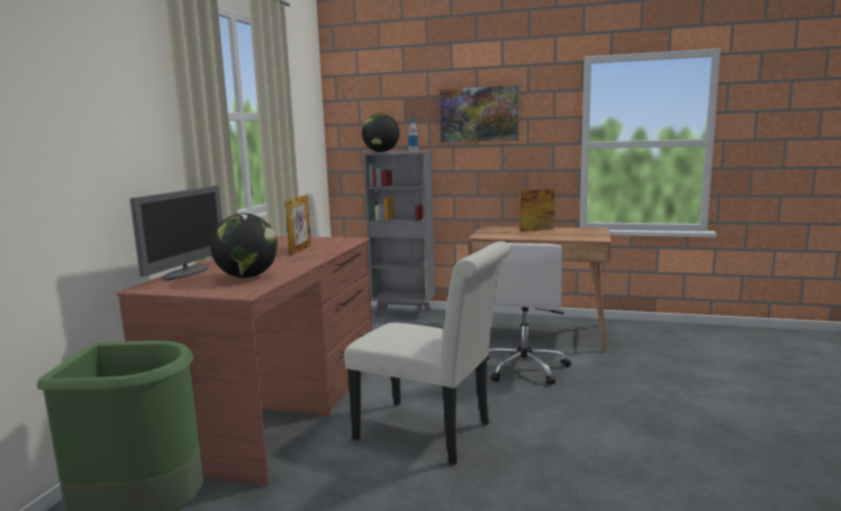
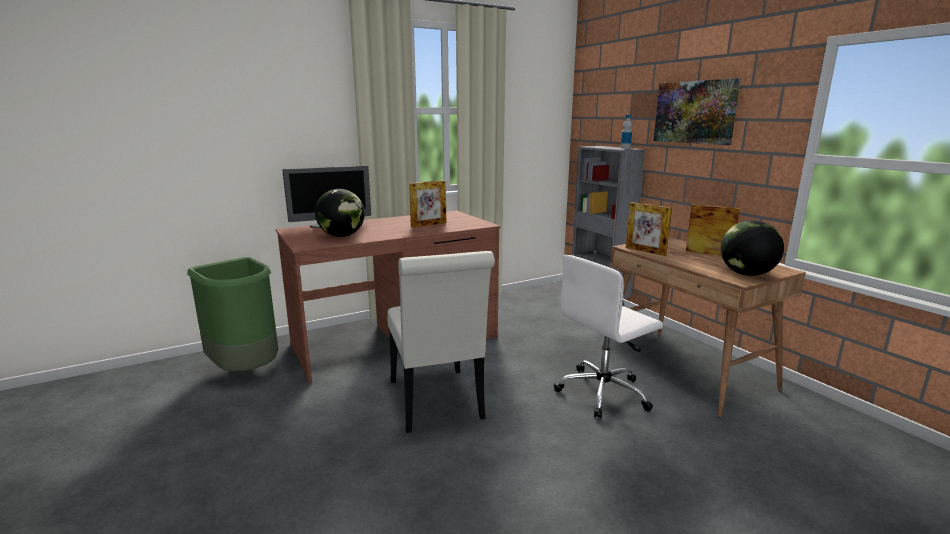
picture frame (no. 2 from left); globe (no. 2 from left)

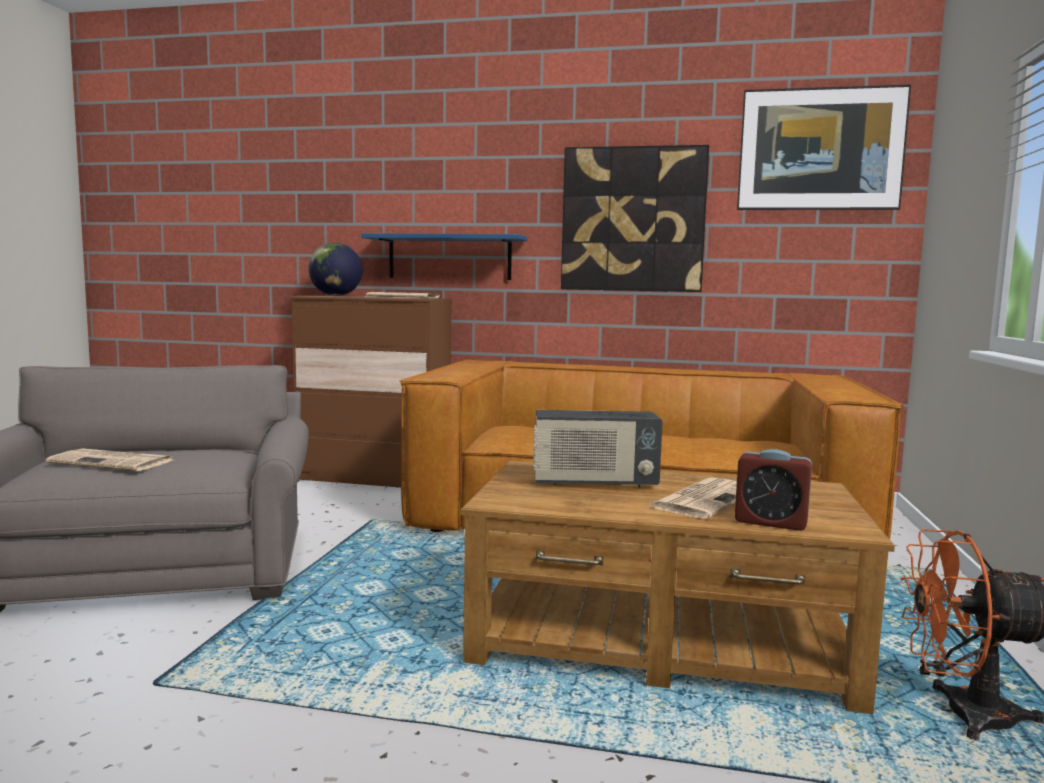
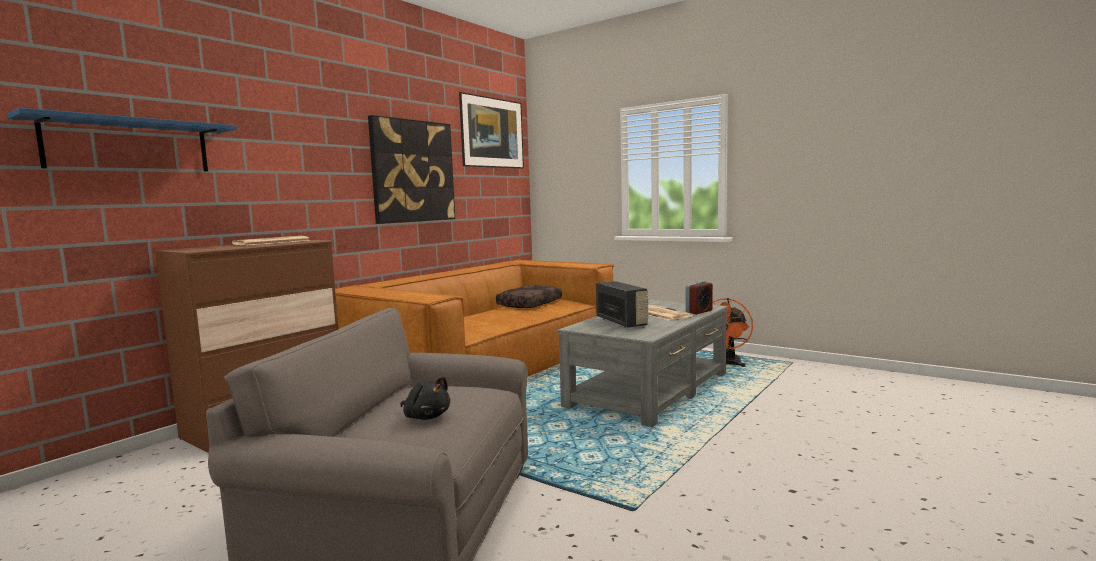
globe; brown pillow; blue shelf; black plush toy; grey coffee table; radio

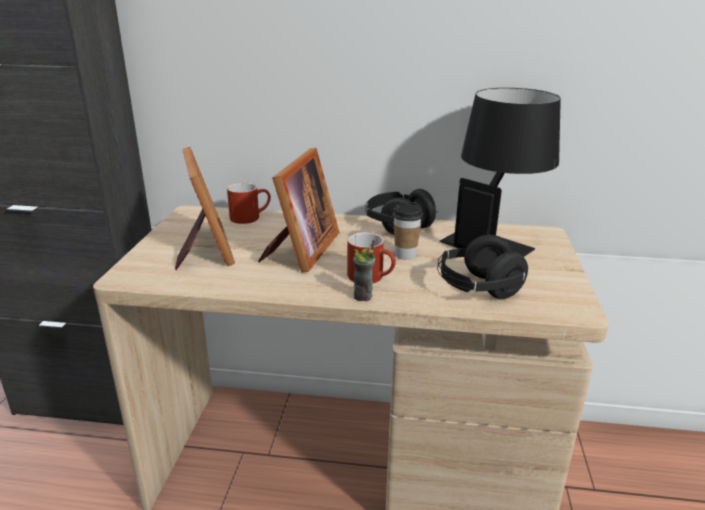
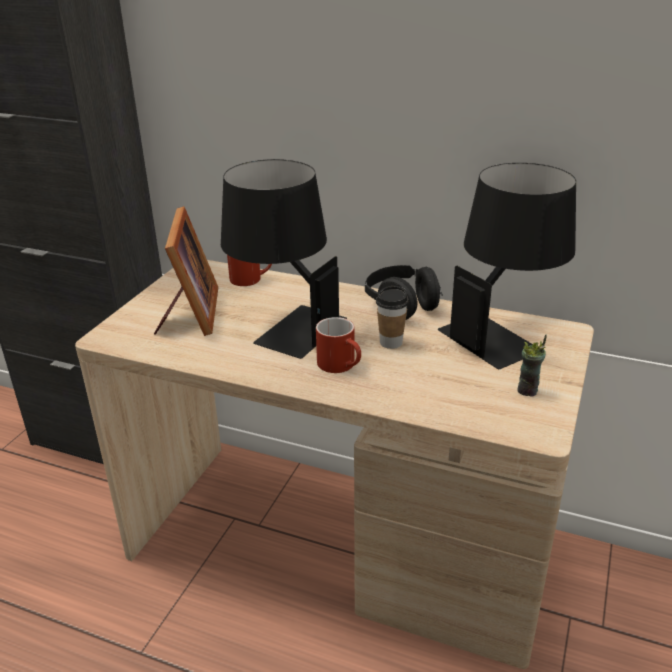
black headphones (no. 2 from left in the first image); cup (no. 2 from left); black table lamp (no. 1 from left)

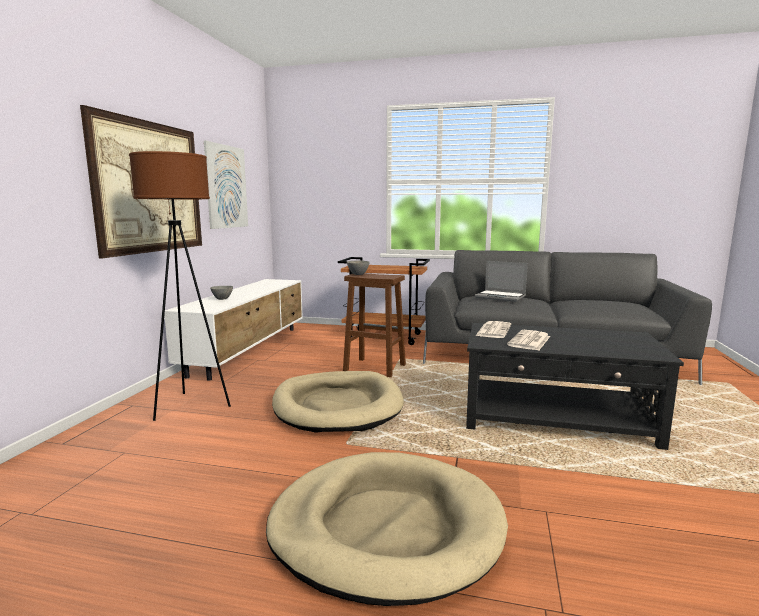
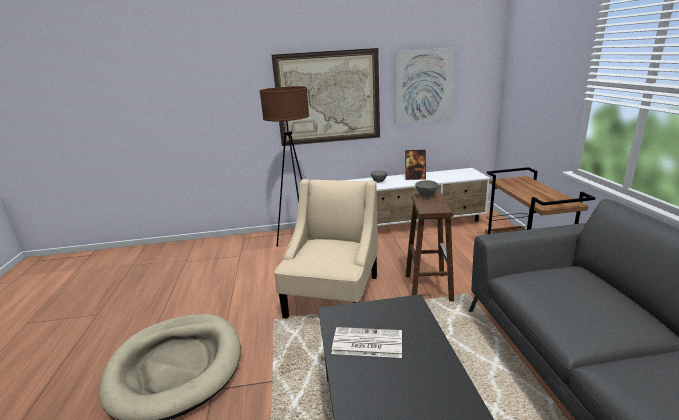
laptop; newspaper (no. 1 from left in the first image); picture frame; beige armchair

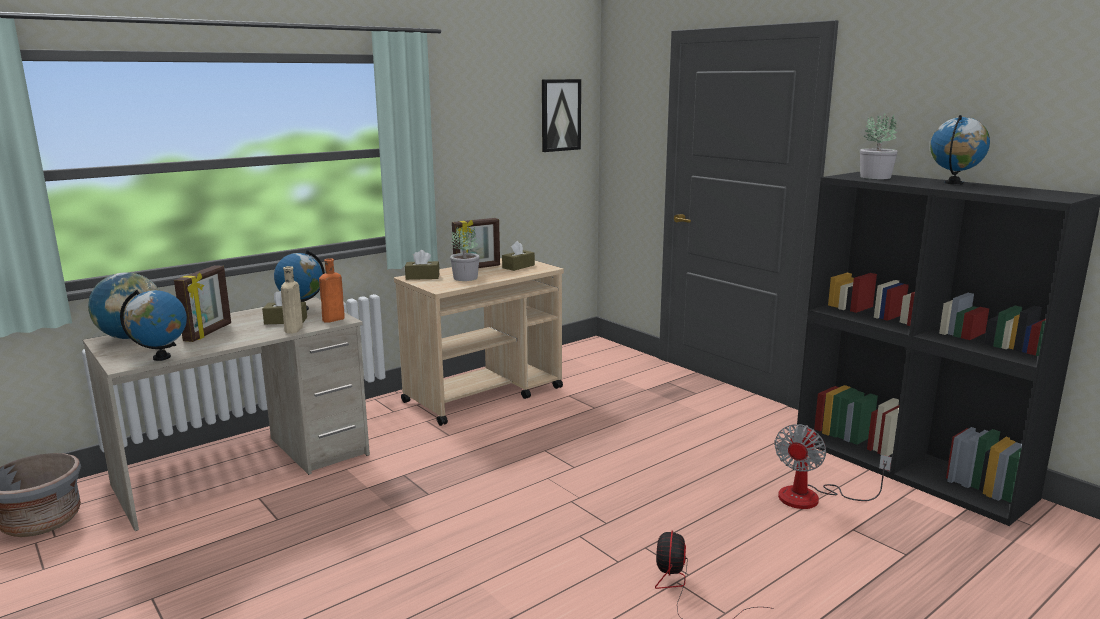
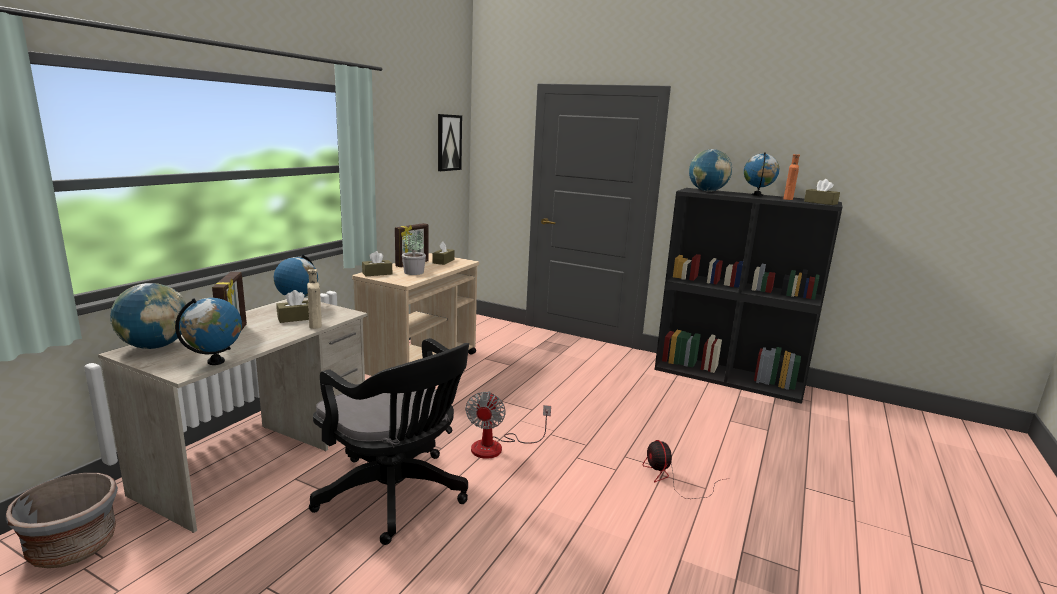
black office chair; brown tissue box (no. 4 from left); orange bottle; fan (no. 1 from left); globe (no. 4 from left)

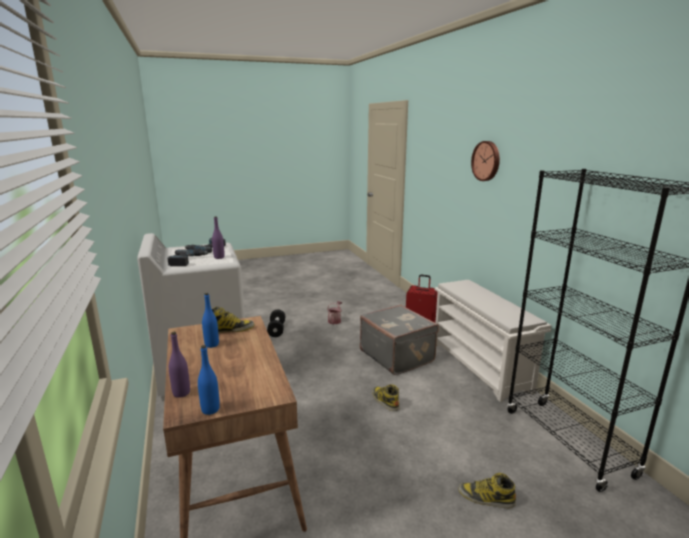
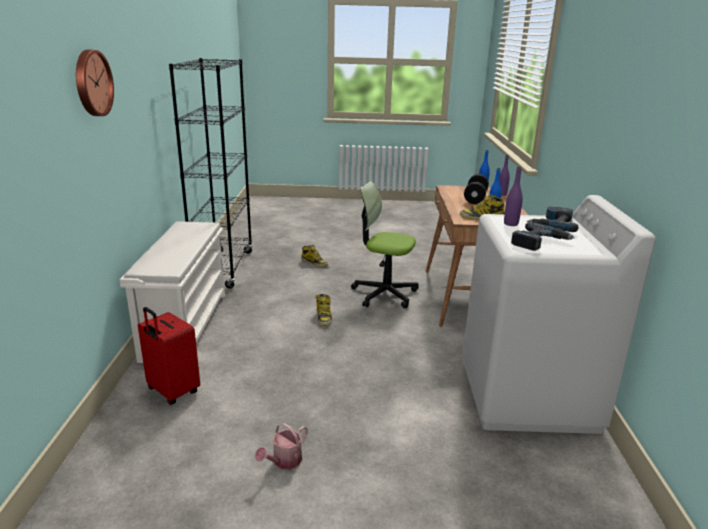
grey suitcase; office chair; black dumbbell

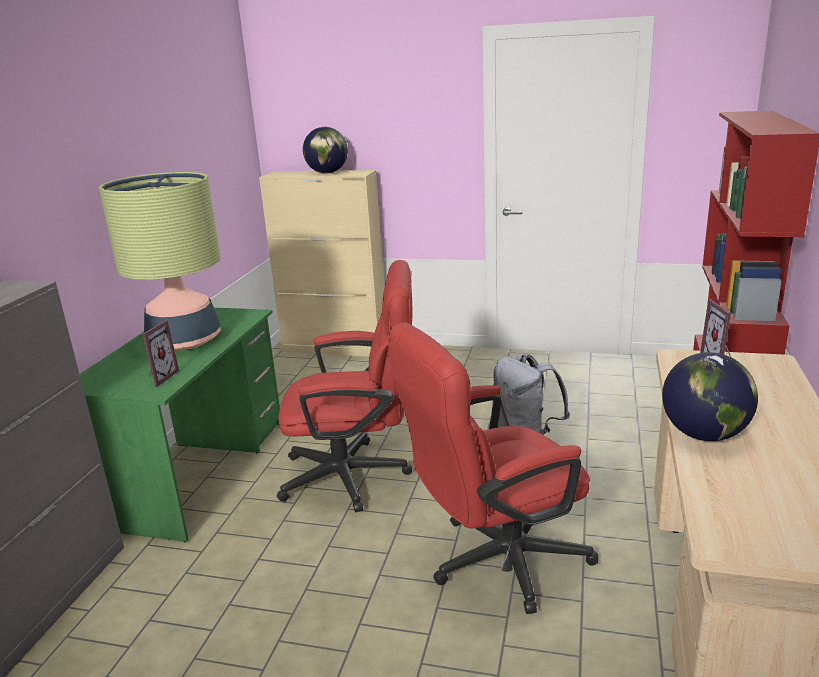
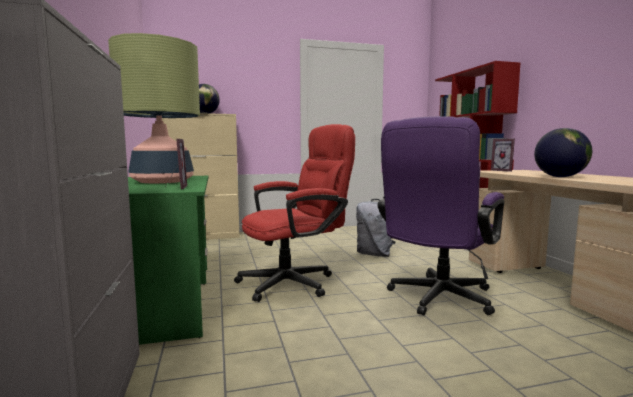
purple office chair

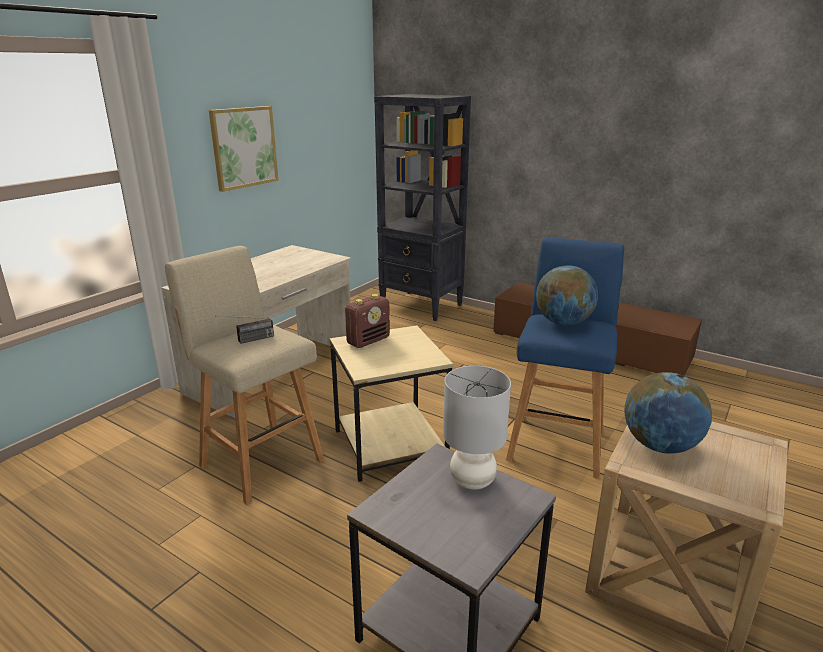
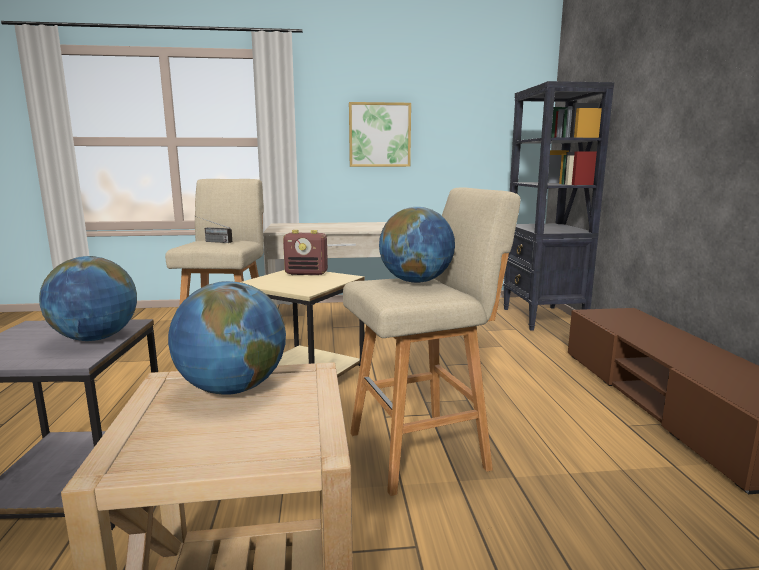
globe (no. 1 from left); beige stool (no. 2 from left)

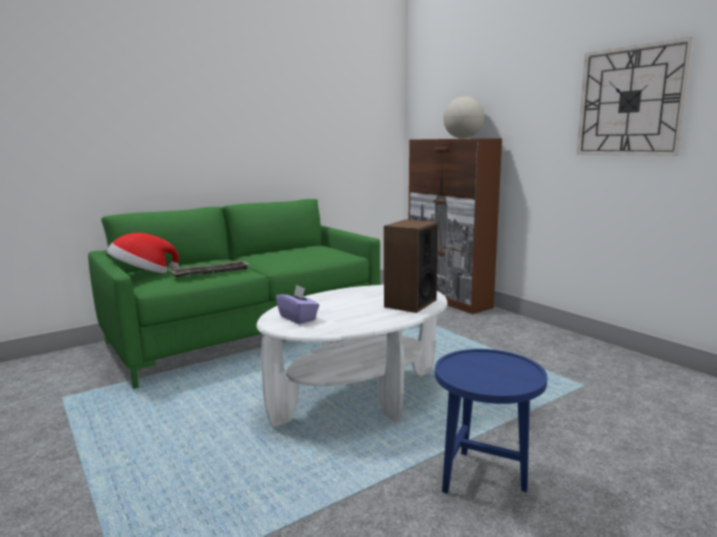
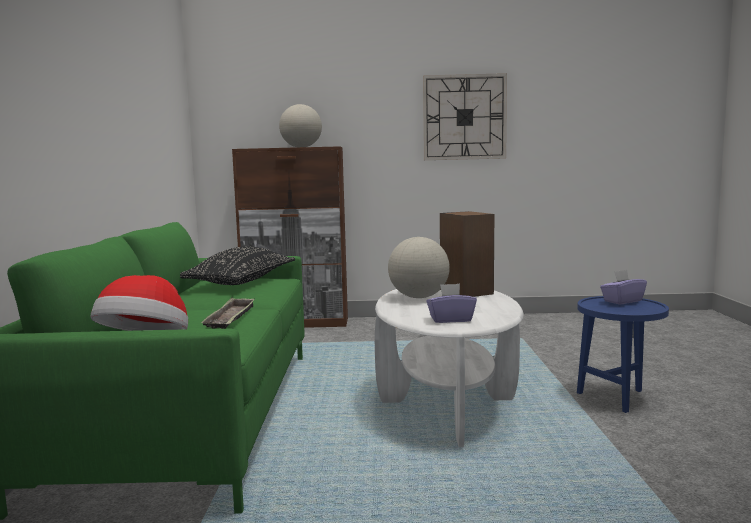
black pillow; globe (no. 2 from left); purple tissue box (no. 2 from left)

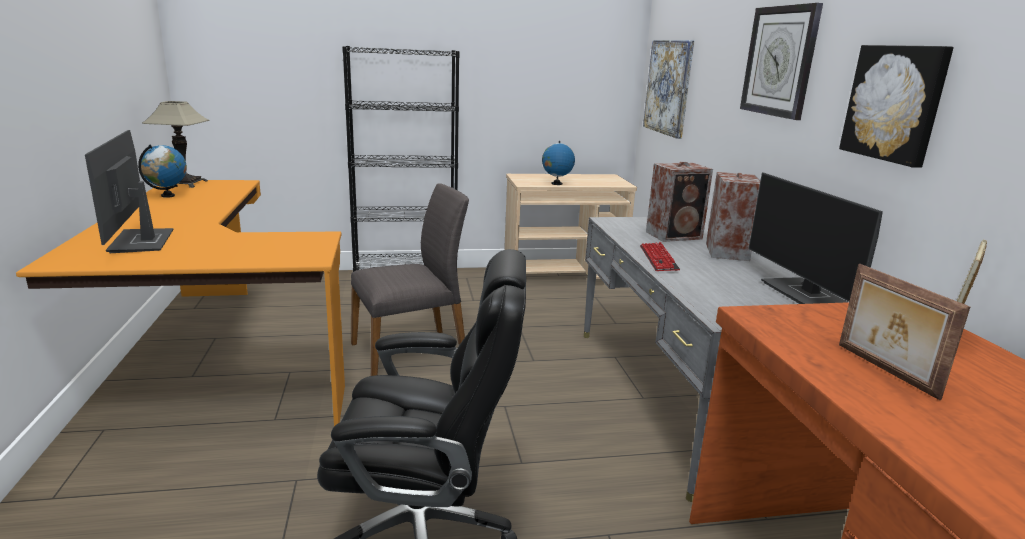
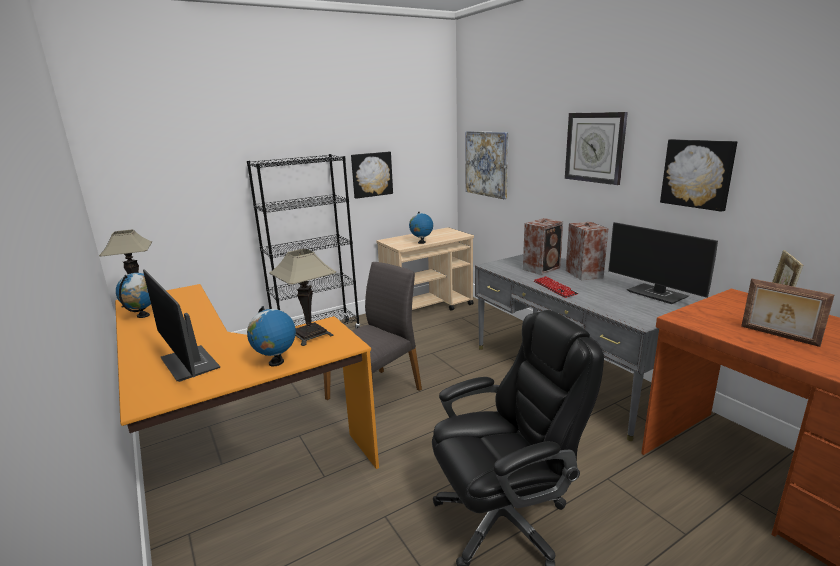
globe (no. 2 from left); table lamp (no. 2 from left); picture (no. 1 from left)

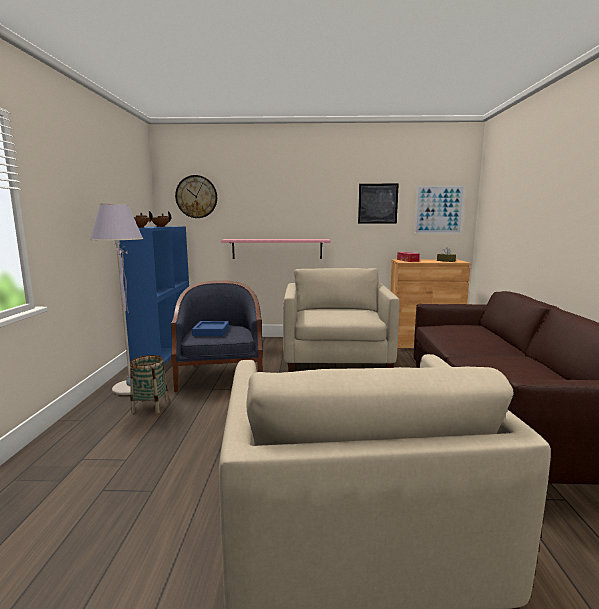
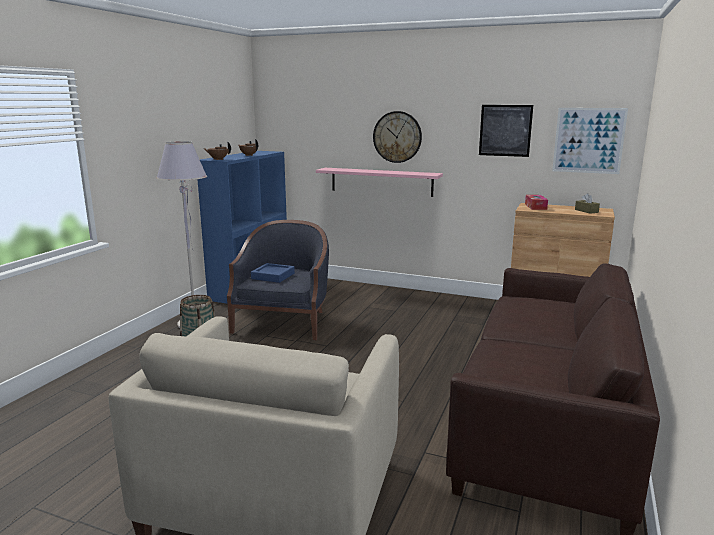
beige armchair (no. 1 from left in the first image); wall clock

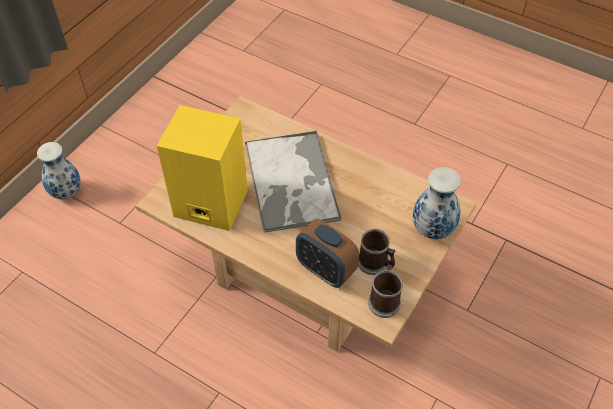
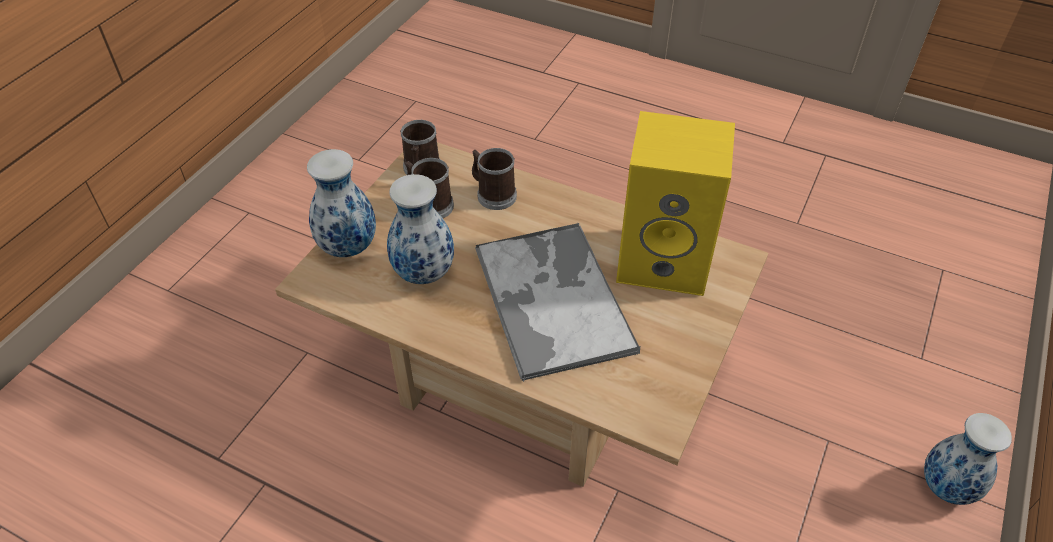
vase (no. 2 from left); mug (no. 3 from left)

